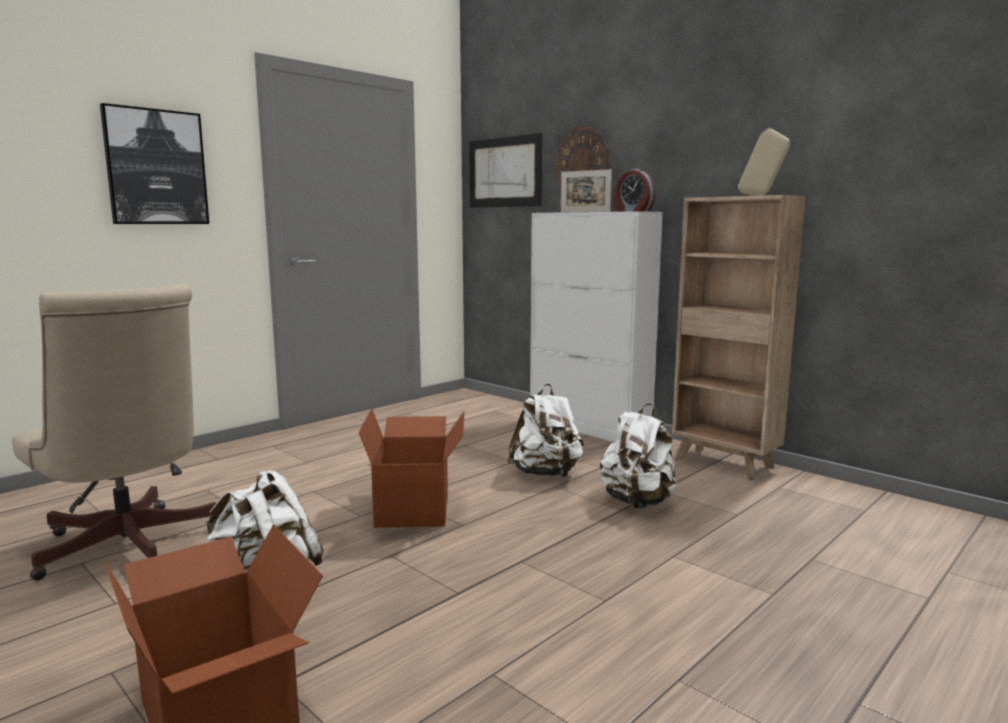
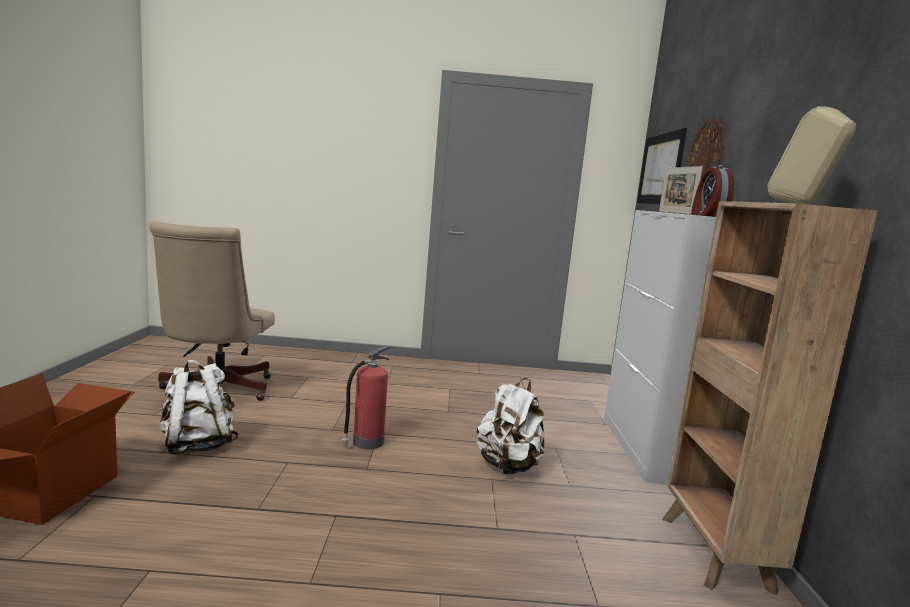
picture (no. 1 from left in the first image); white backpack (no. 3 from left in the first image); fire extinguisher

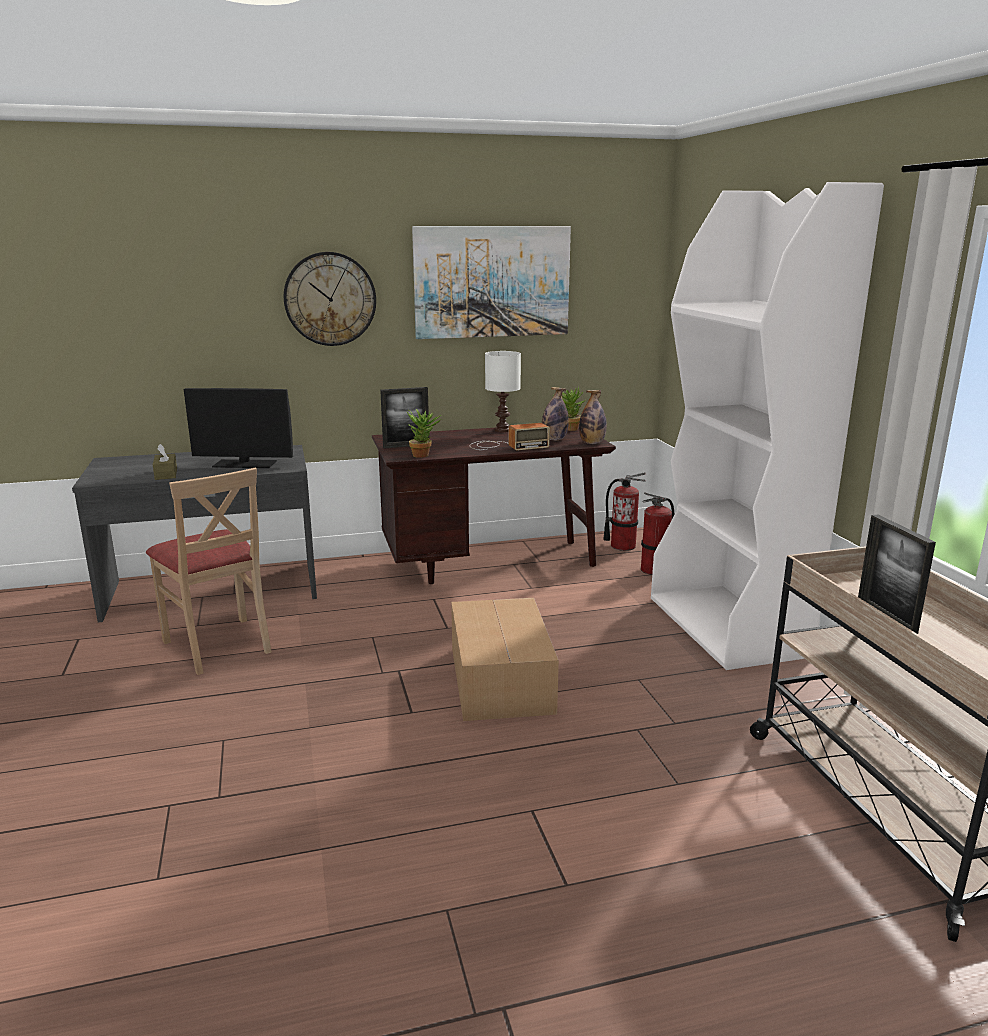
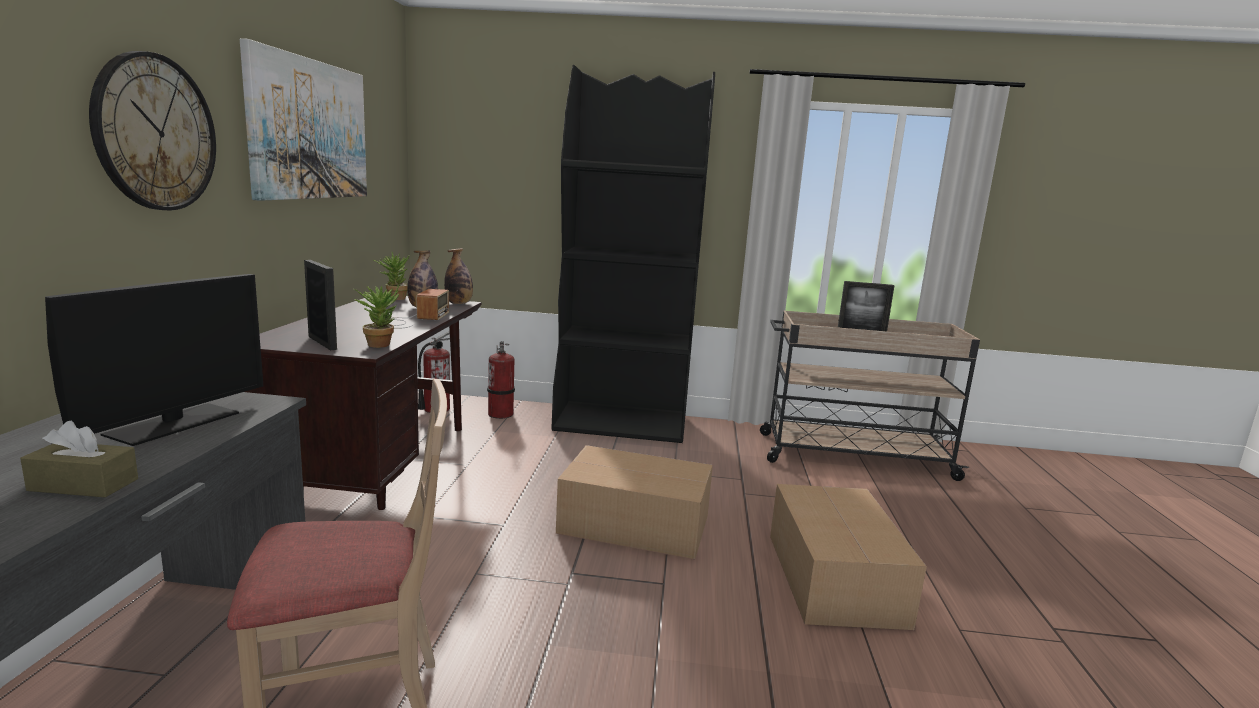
white table lamp; cardboard box (no. 2 from left); black bookcase; picture frame (no. 1 from left)

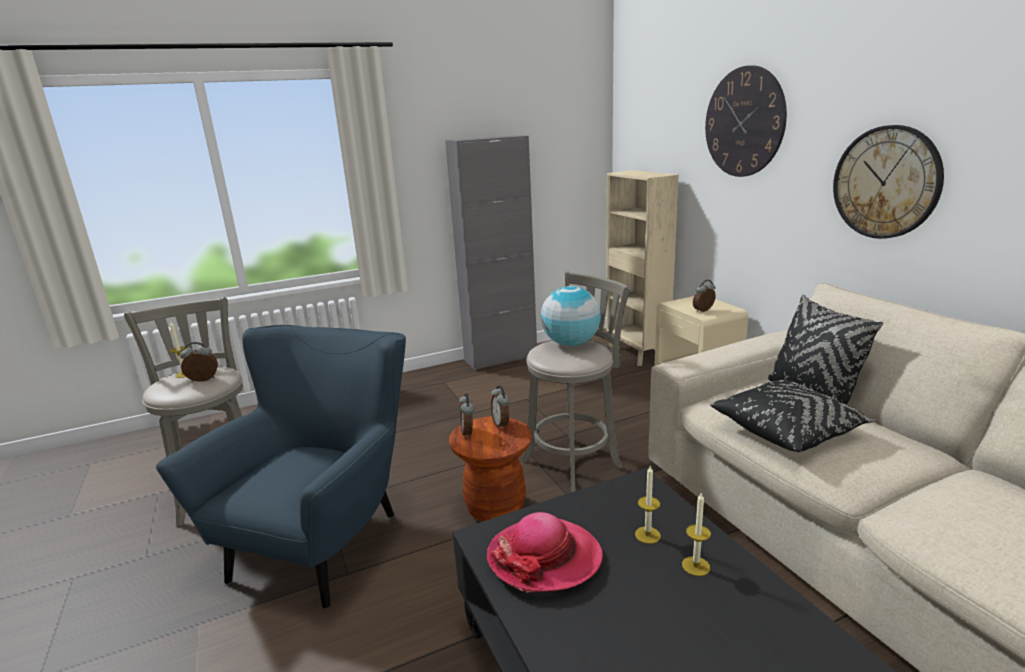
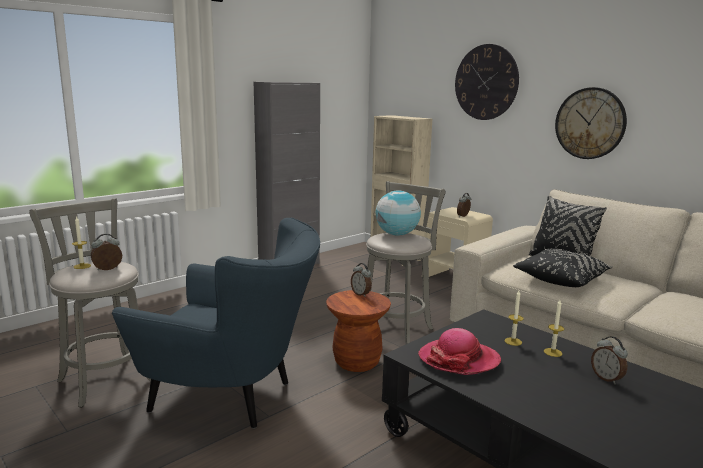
alarm clock (no. 4 from left); blue armchair

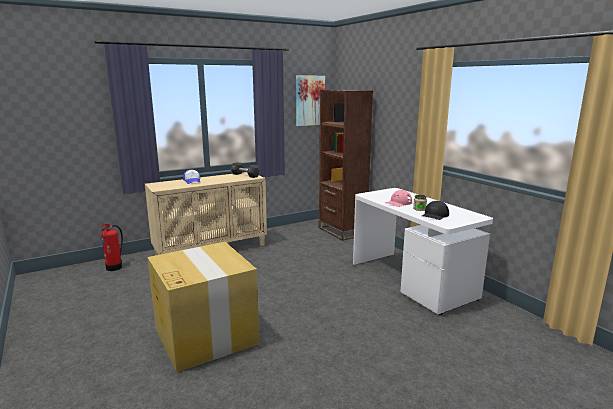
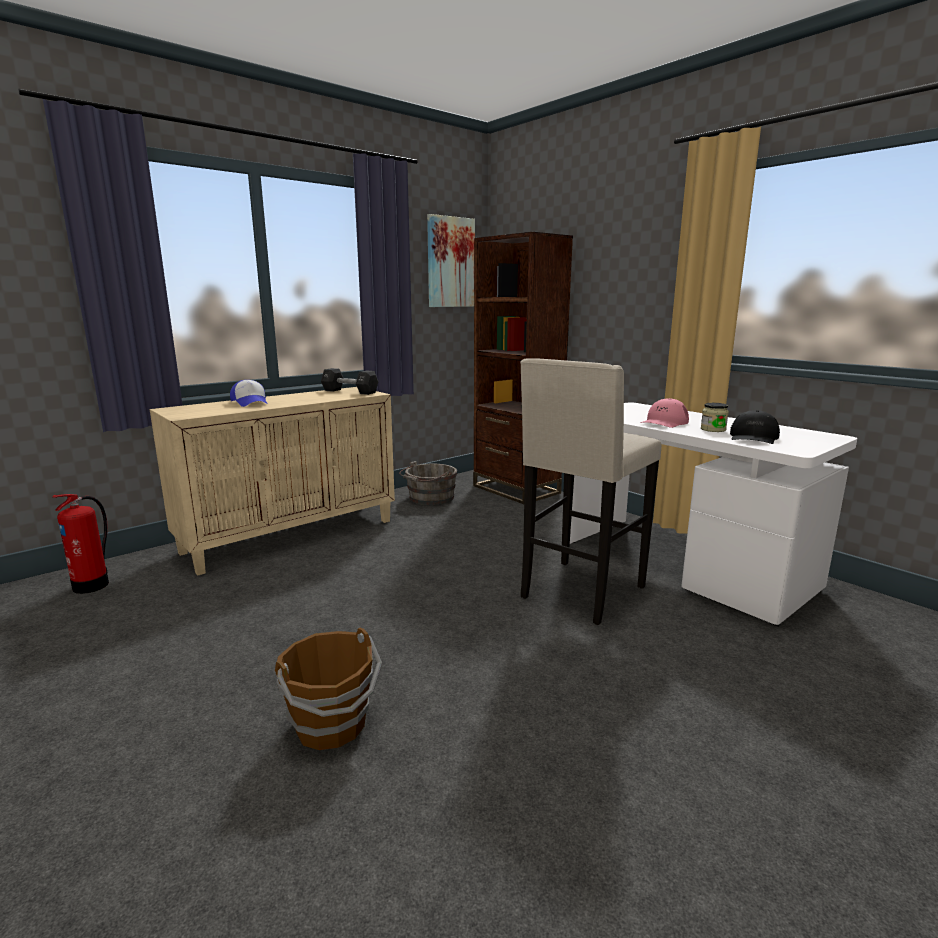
grey bucket; beige stool; brown bucket

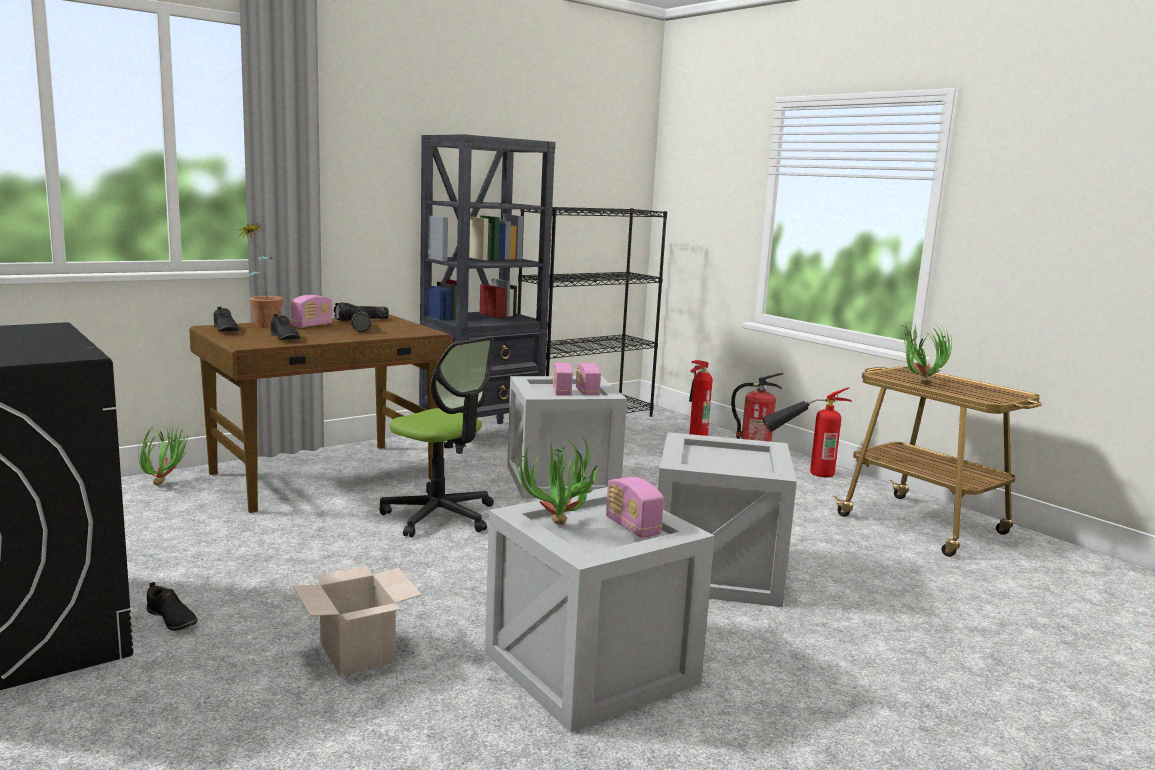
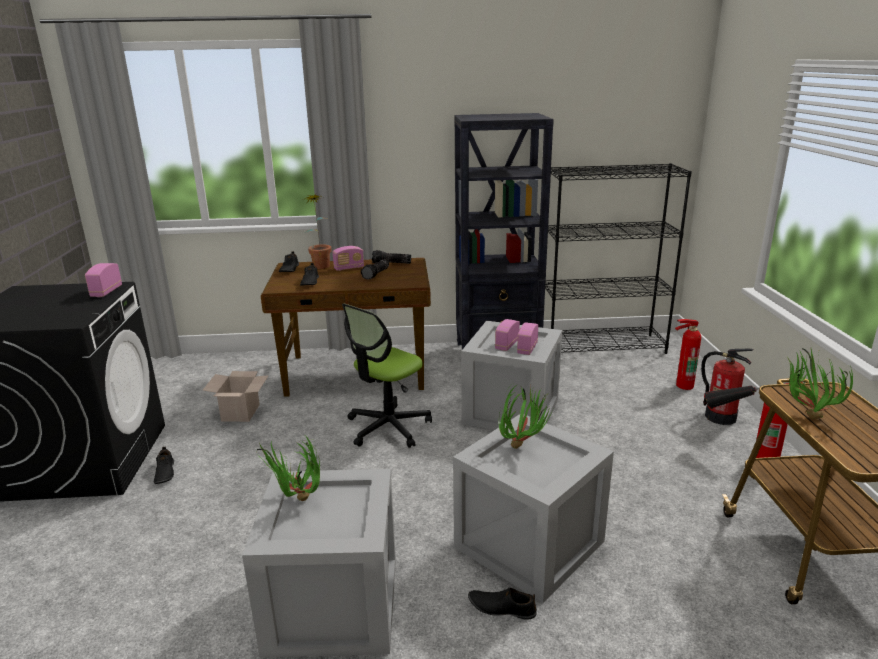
black shoe (no. 4 from left); potted plant (no. 3 from left); cardboard box; radio (no. 1 from left); office chair

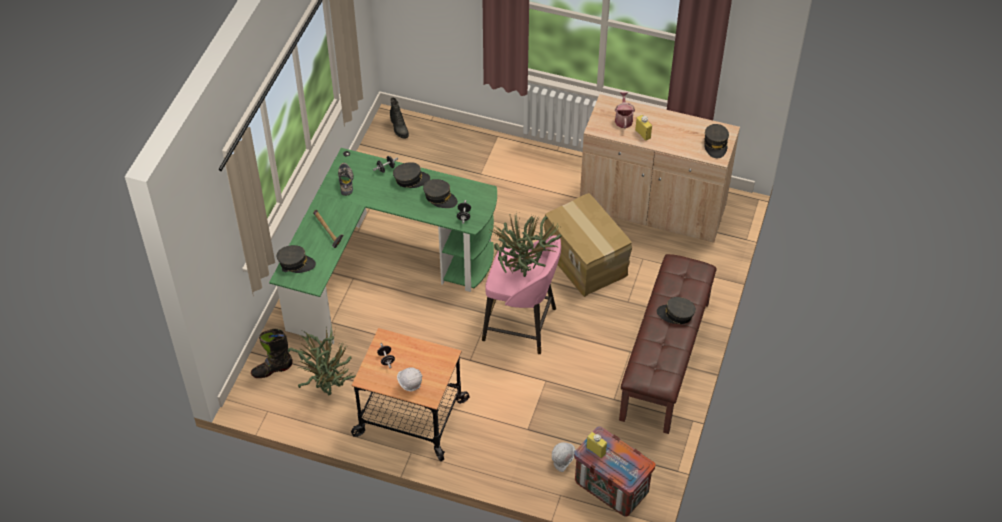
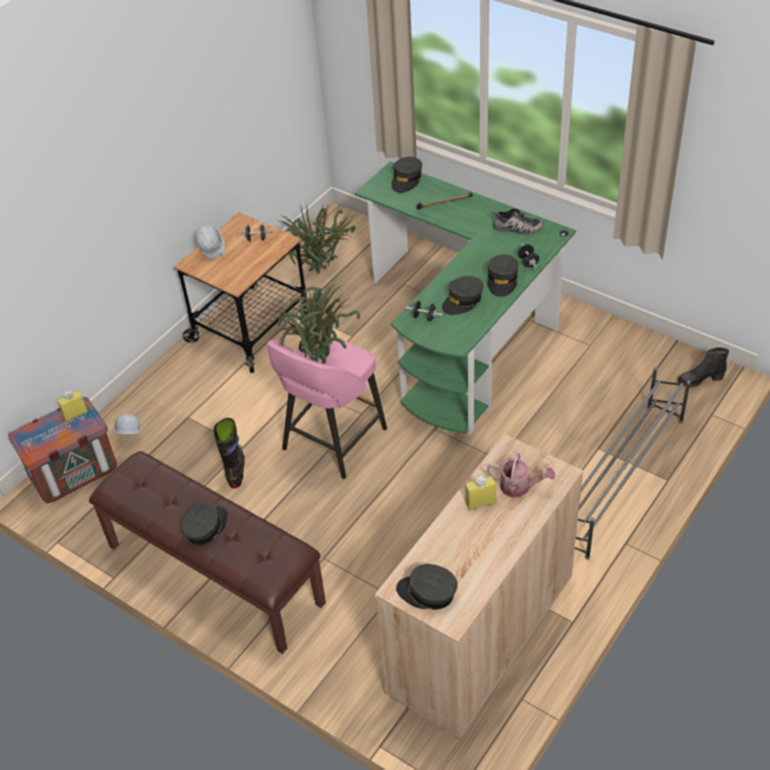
cardboard box; grey shoe rack; black boot (no. 1 from left)

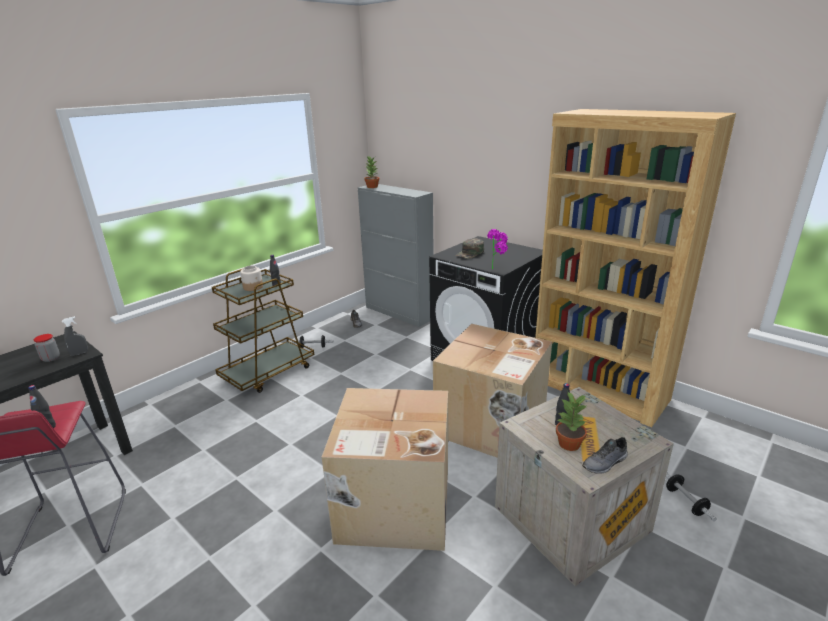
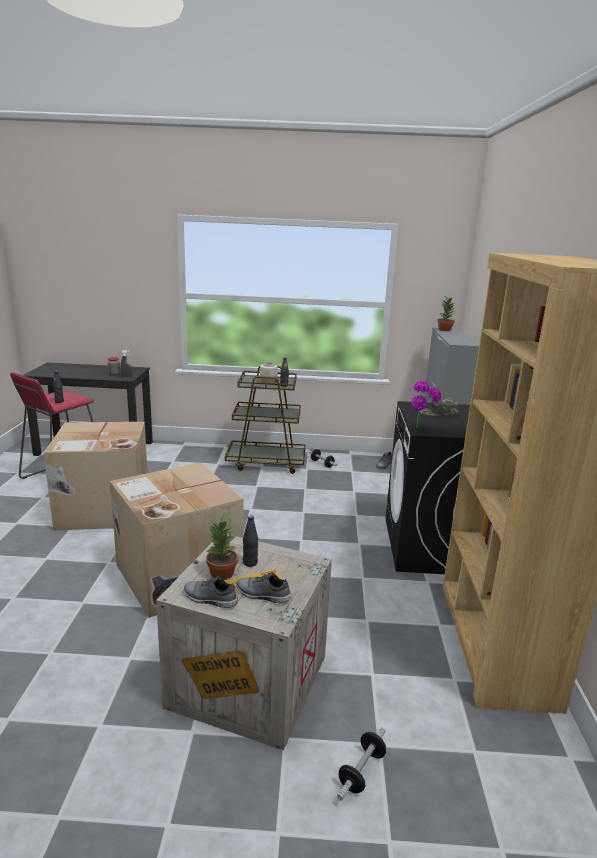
grey shoe (no. 2 from left); cardboard box (no. 1 from left)

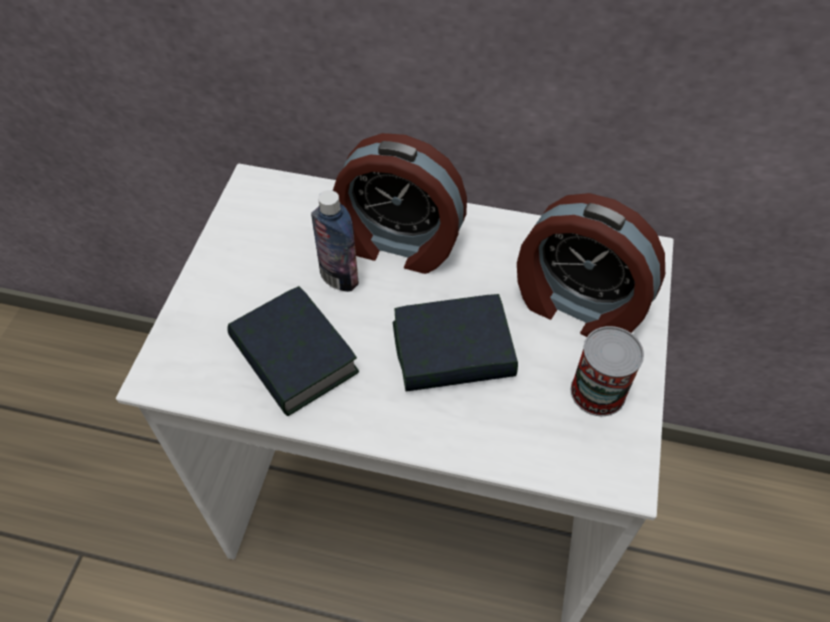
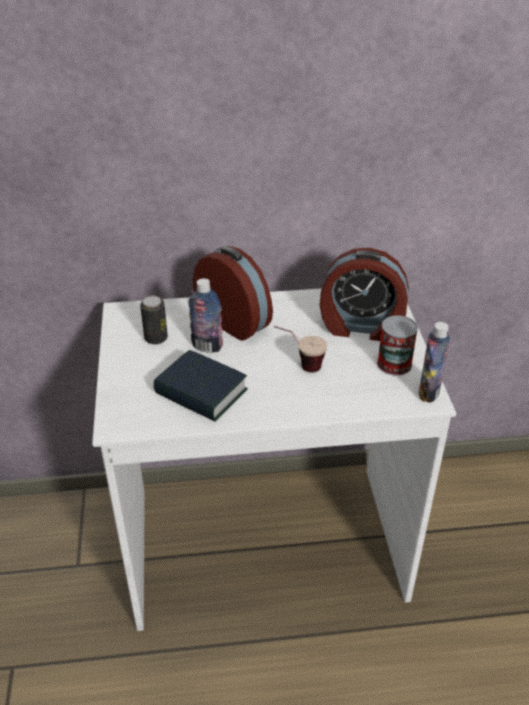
can (no. 1 from left); bottle (no. 2 from left); cup; alarm clock (no. 1 from left)

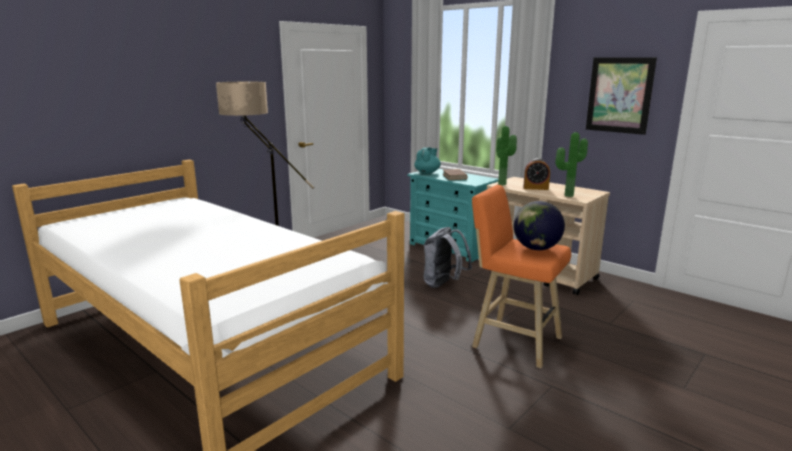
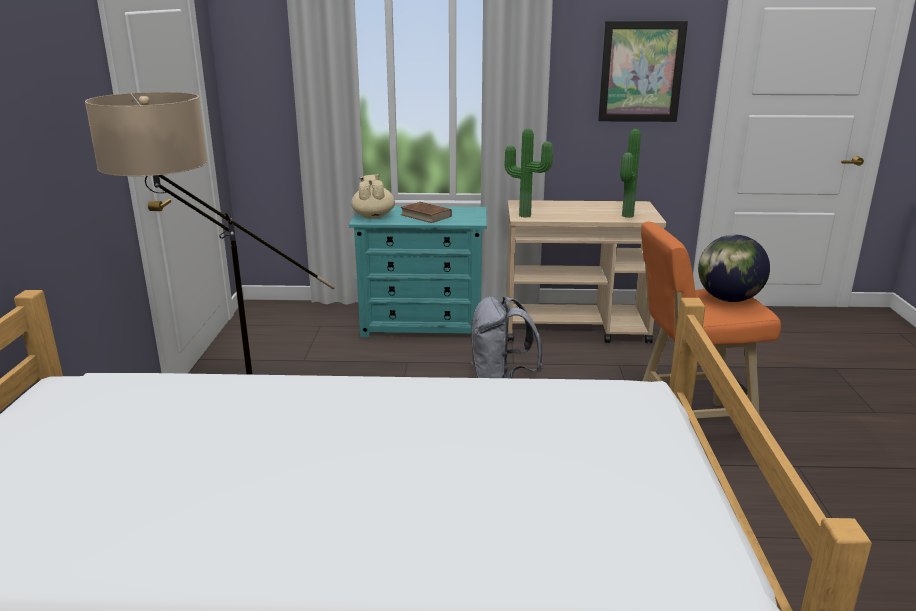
alarm clock; beige teapot

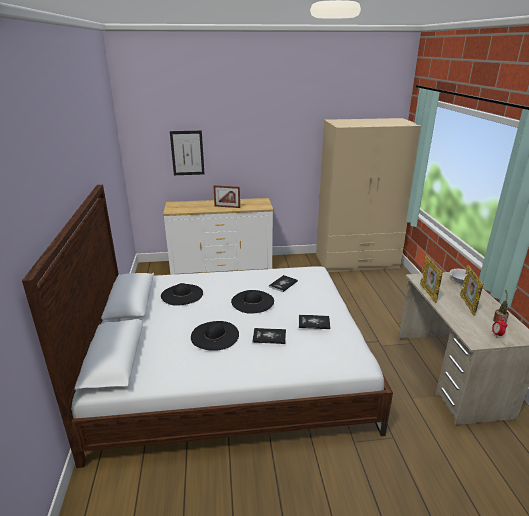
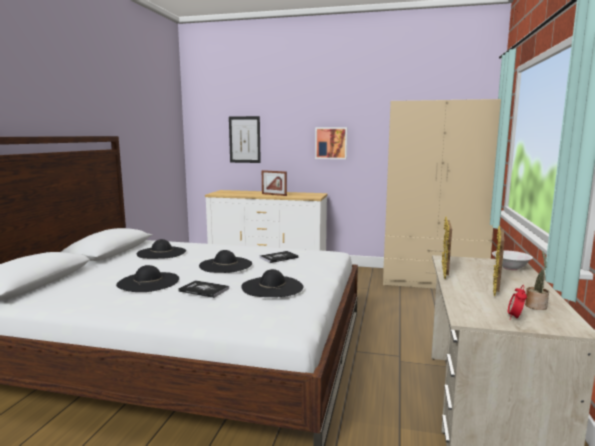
picture (no. 2 from left); black hat (no. 4 from left)

